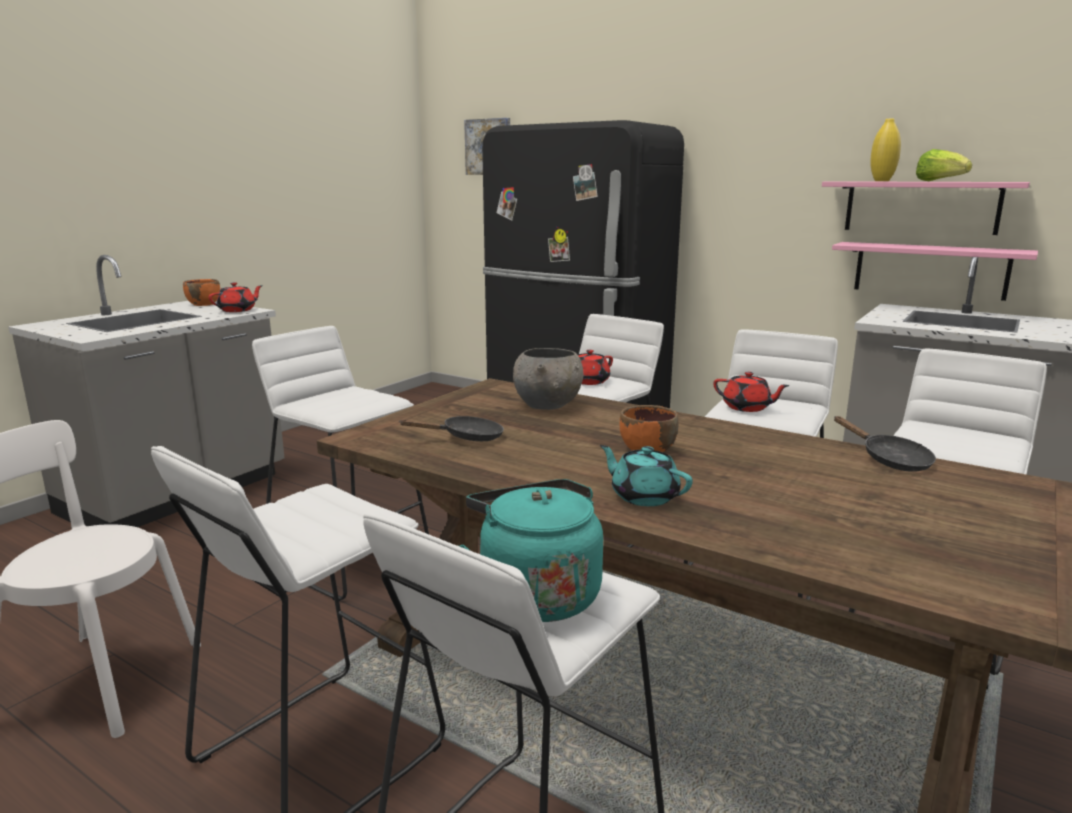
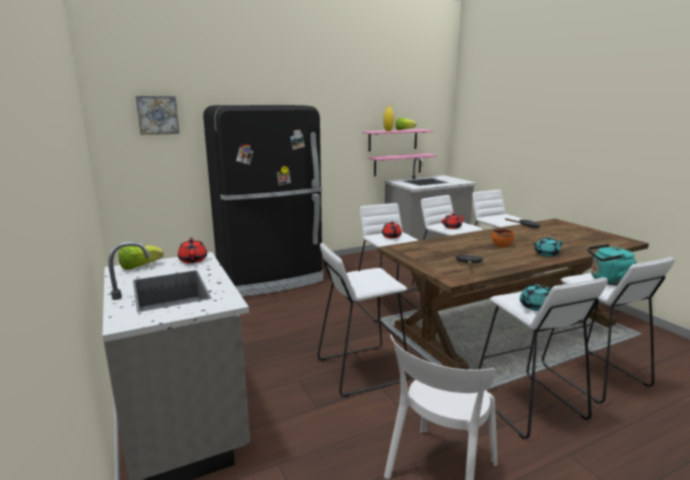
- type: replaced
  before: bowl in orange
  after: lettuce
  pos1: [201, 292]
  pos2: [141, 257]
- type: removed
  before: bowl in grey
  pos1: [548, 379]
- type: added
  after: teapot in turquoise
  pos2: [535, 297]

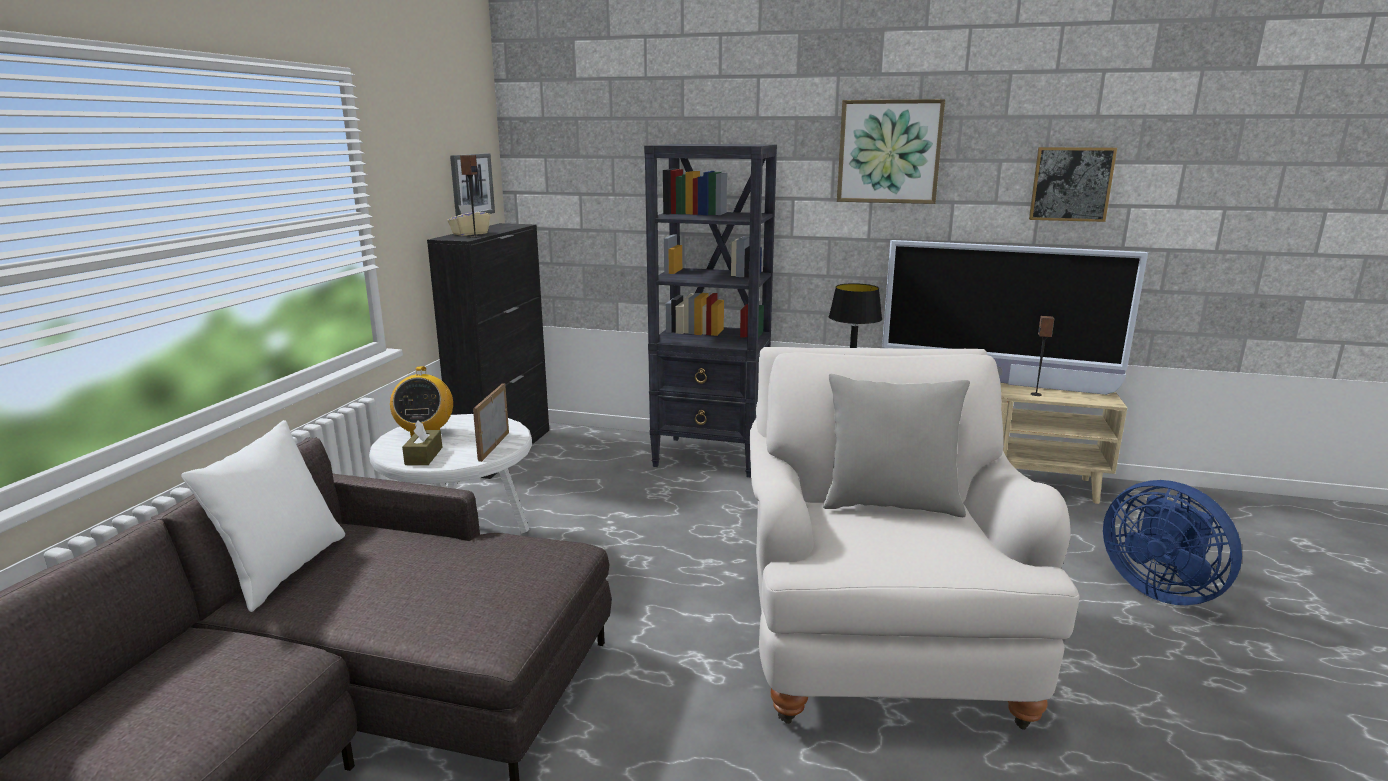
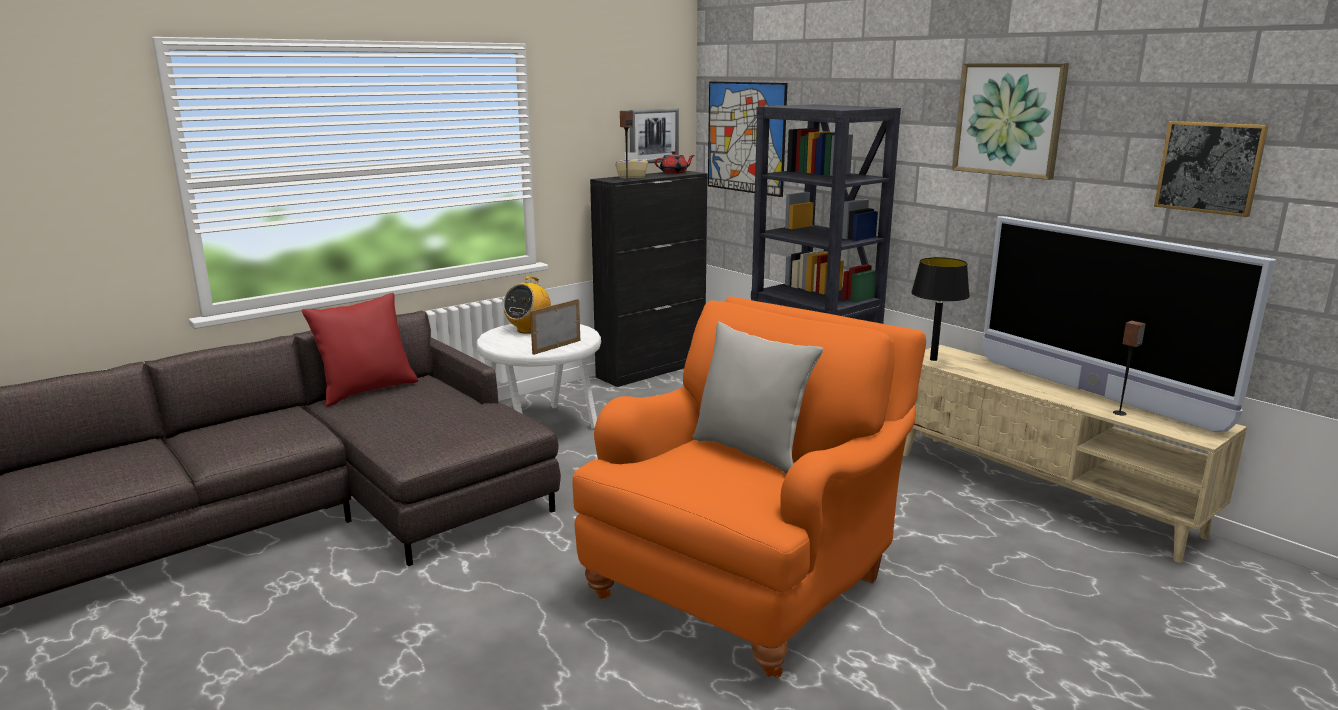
- type: recoloured
  before: pillow in white
  after: pillow in red
  pos1: [263, 516]
  pos2: [360, 350]
- type: removed
  before: tissue box in brown
  pos1: [422, 442]
- type: recoloured
  before: armchair in white
  after: armchair in orange
  pos1: [915, 538]
  pos2: [749, 487]
- type: removed
  before: fan in blue
  pos1: [1172, 542]
- type: added
  after: teapot in red
  pos2: [674, 162]
- type: added
  after: picture
  pos2: [748, 139]

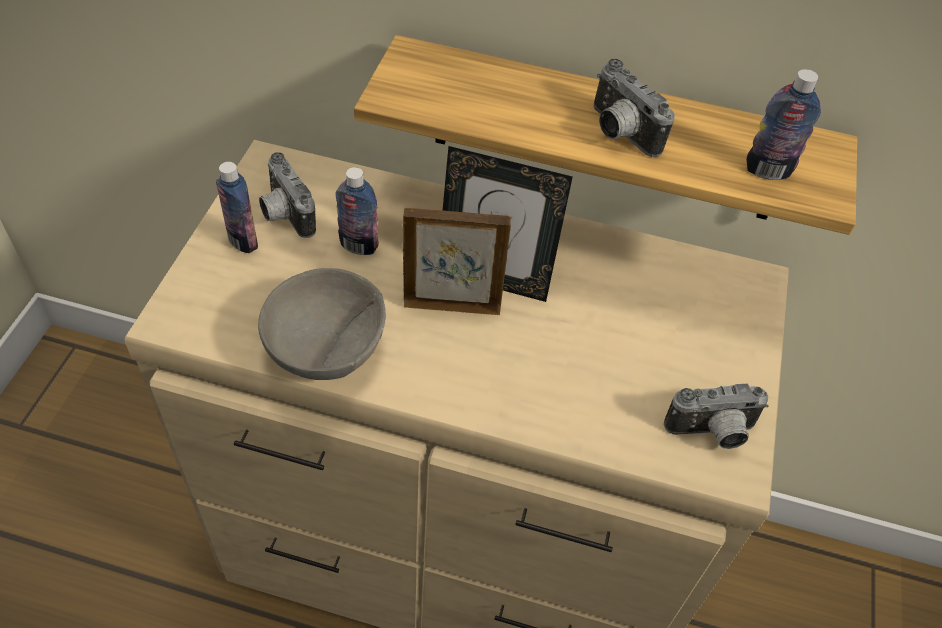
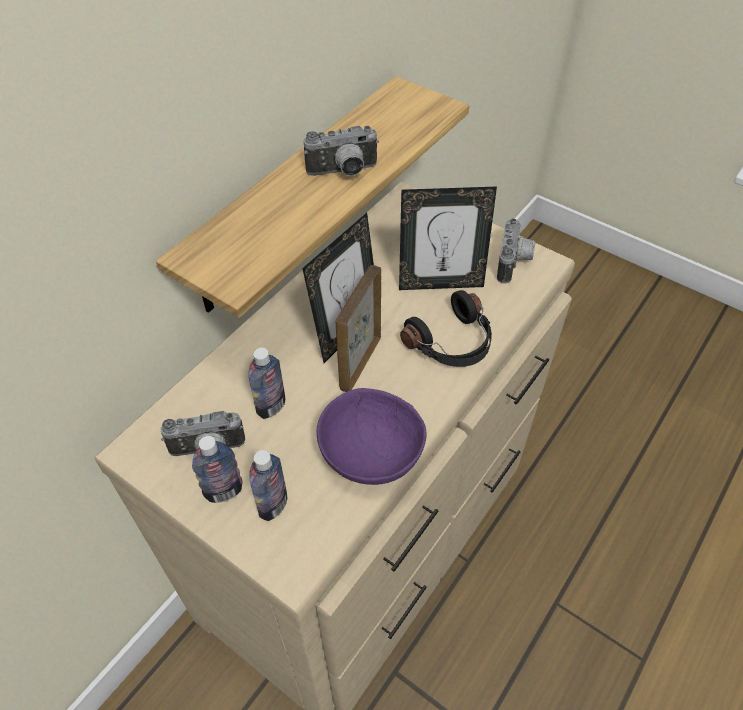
- type: recoloured
  before: bowl in grey
  after: bowl in purple
  pos1: [322, 324]
  pos2: [371, 436]
- type: moved
  before: bottle
  pos1: [783, 124]
  pos2: [268, 485]
- type: added
  after: picture frame
  pos2: [448, 238]
- type: added
  after: headphones in black
  pos2: [446, 328]

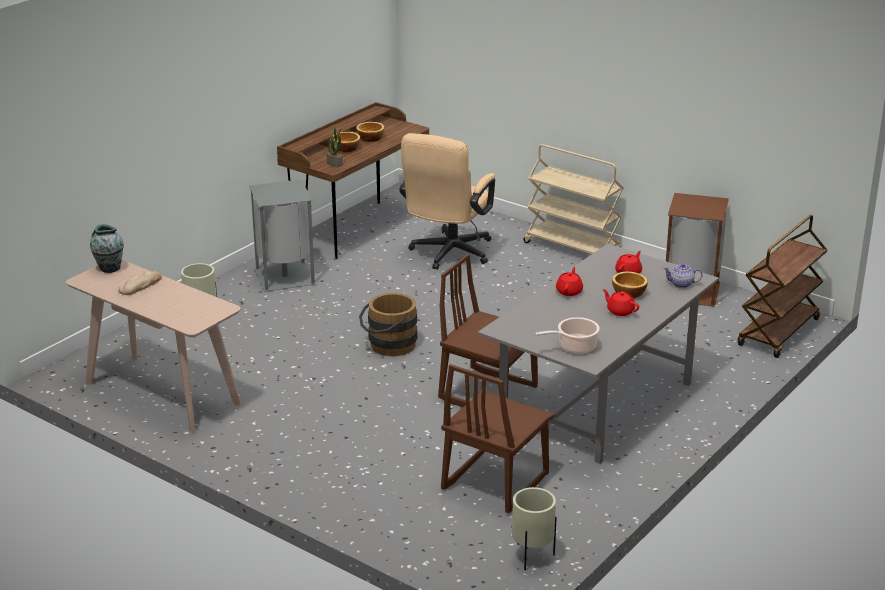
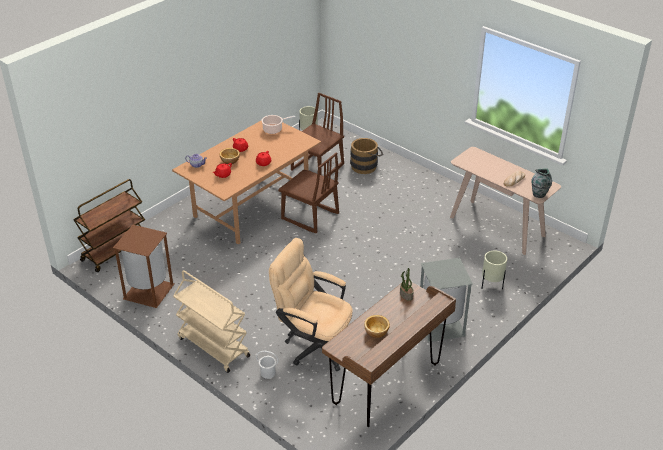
- type: removed
  before: bowl
  pos1: [346, 142]
- type: moved
  before: bucket in brown
  pos1: [388, 324]
  pos2: [366, 156]
- type: turned
  before: office chair in beige
  pos1: [447, 201]
  pos2: [311, 304]
  turn: -90
- type: recoloured
  before: dining table in grey
  after: dining table in brown
  pos1: [598, 354]
  pos2: [246, 182]
- type: added
  after: bucket in white
  pos2: [267, 365]

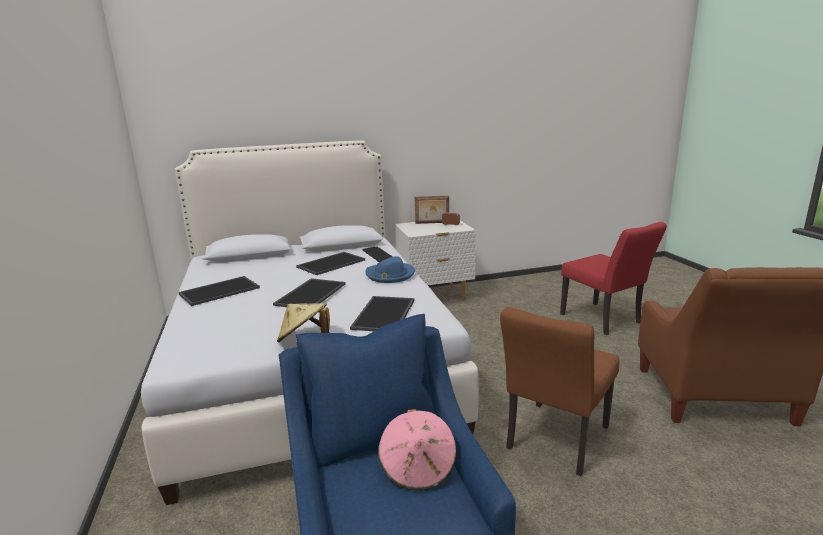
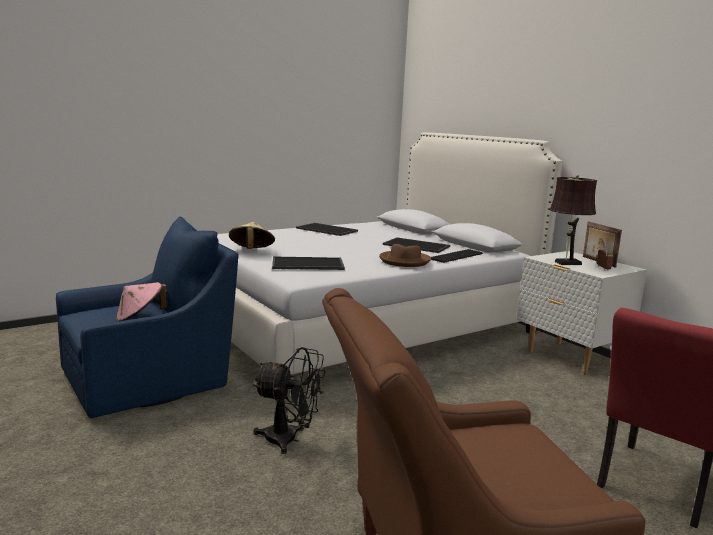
- type: removed
  before: tray
  pos1: [309, 292]
- type: recoloured
  before: hat in blue
  after: hat in brown
  pos1: [390, 269]
  pos2: [405, 255]
- type: replaced
  before: chair in brown
  after: fan in black
  pos1: [559, 391]
  pos2: [289, 400]
- type: added
  after: table lamp in brown
  pos2: [573, 219]

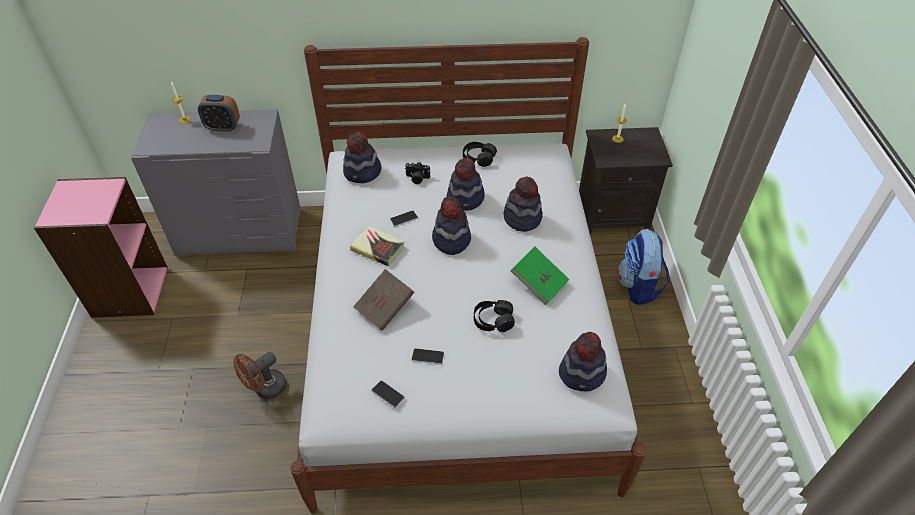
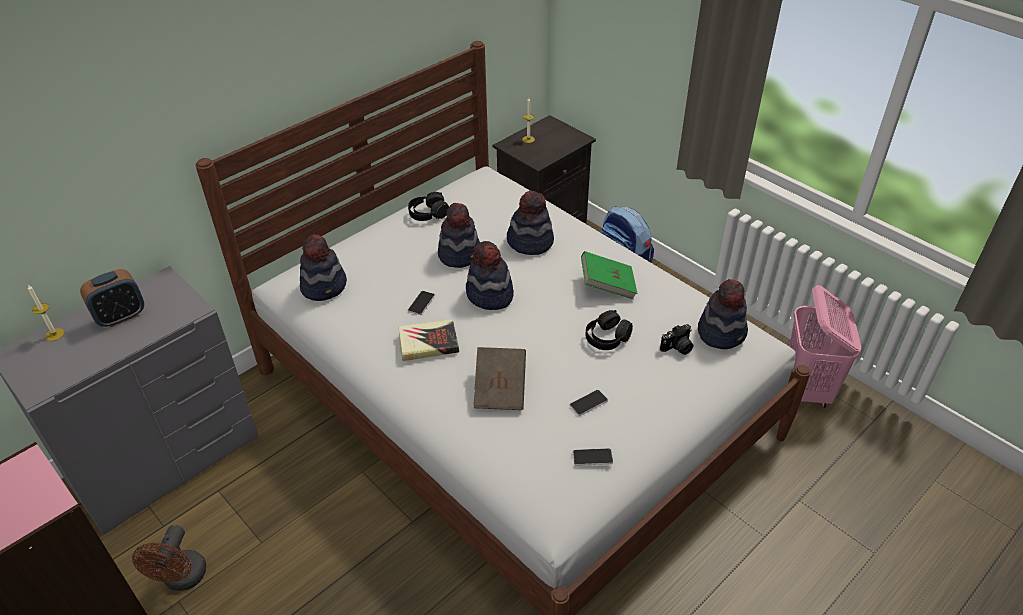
- type: moved
  before: fan in brown
  pos1: [259, 375]
  pos2: [169, 558]
- type: moved
  before: photo camera
  pos1: [417, 173]
  pos2: [676, 339]
- type: added
  after: laundry basket in pink
  pos2: [825, 346]

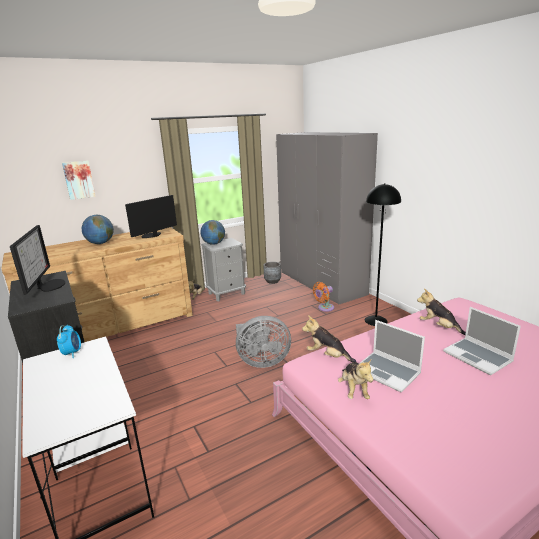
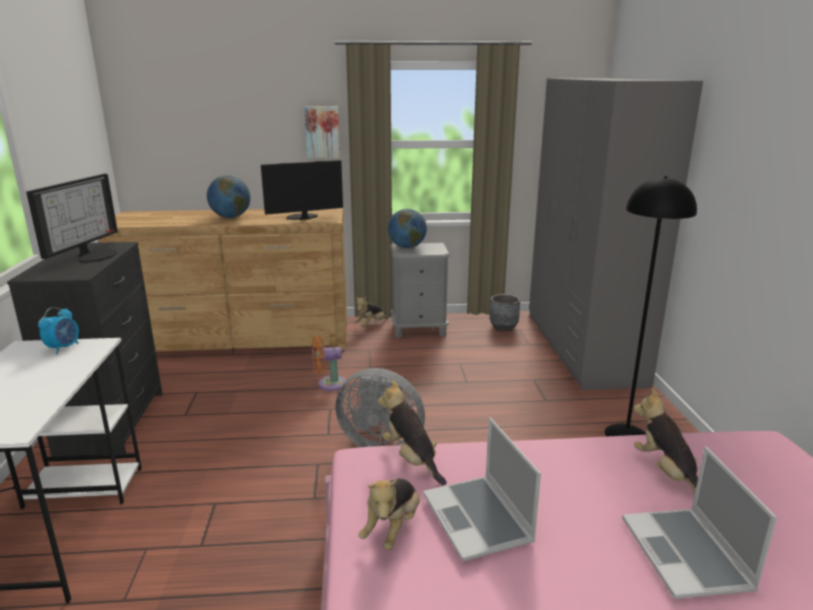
- type: moved
  before: picture
  pos1: [79, 180]
  pos2: [322, 132]
- type: moved
  before: fan in orange
  pos1: [323, 297]
  pos2: [328, 363]

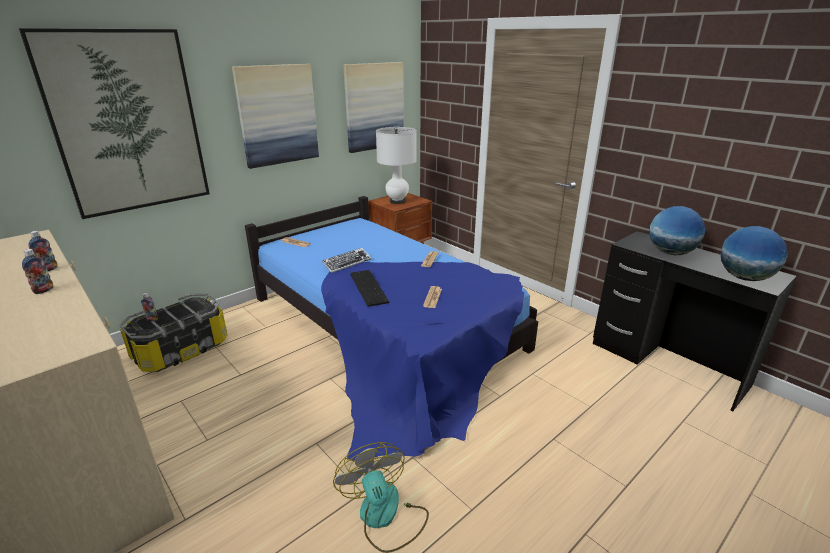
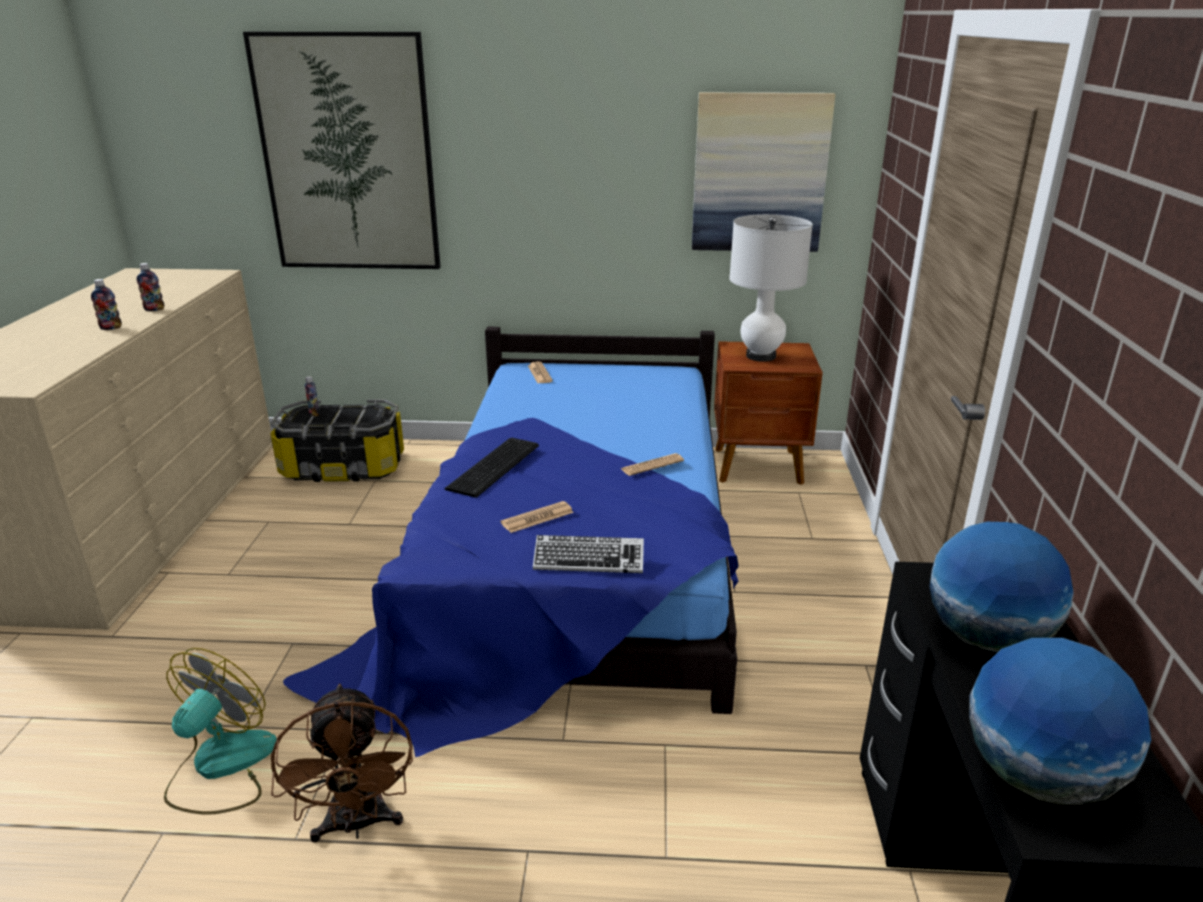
- type: removed
  before: picture
  pos1: [275, 116]
- type: moved
  before: keyboard
  pos1: [346, 260]
  pos2: [588, 554]
- type: added
  after: fan in brown
  pos2: [342, 763]

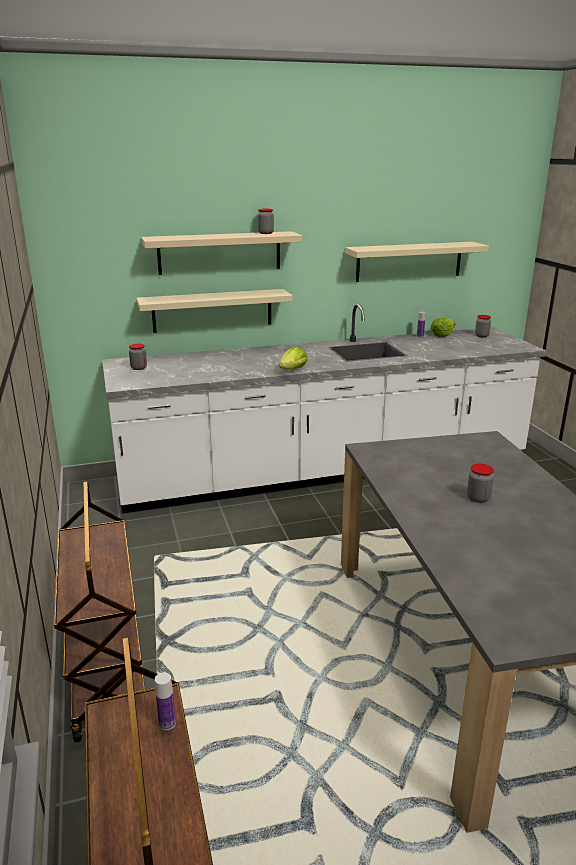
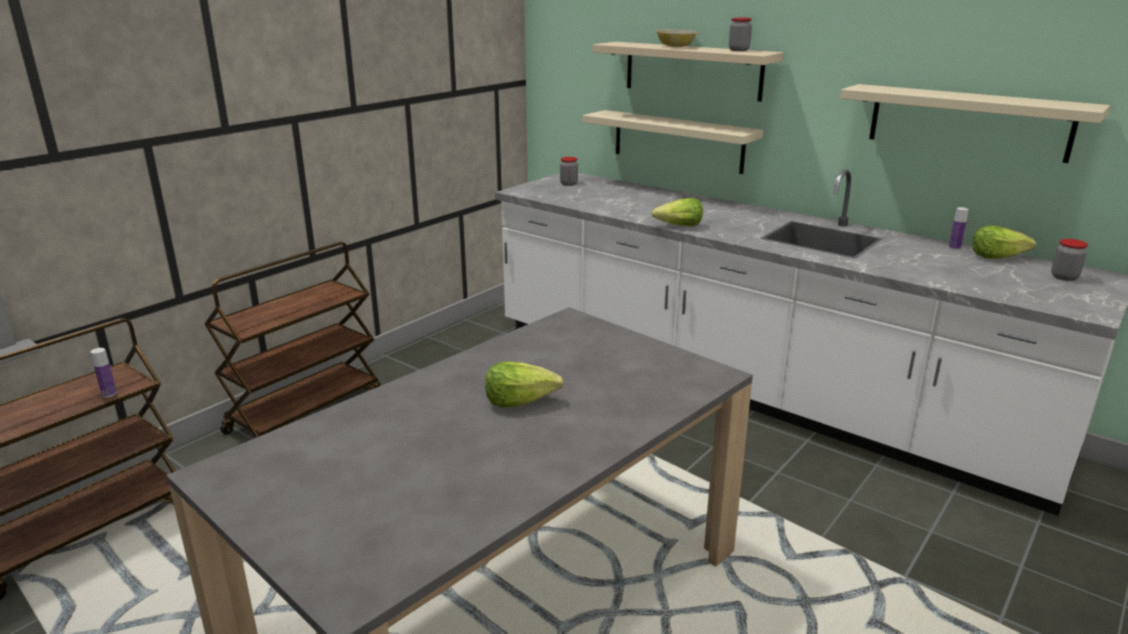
- type: replaced
  before: jar
  after: lettuce
  pos1: [480, 483]
  pos2: [524, 384]
- type: added
  after: bowl
  pos2: [676, 38]

